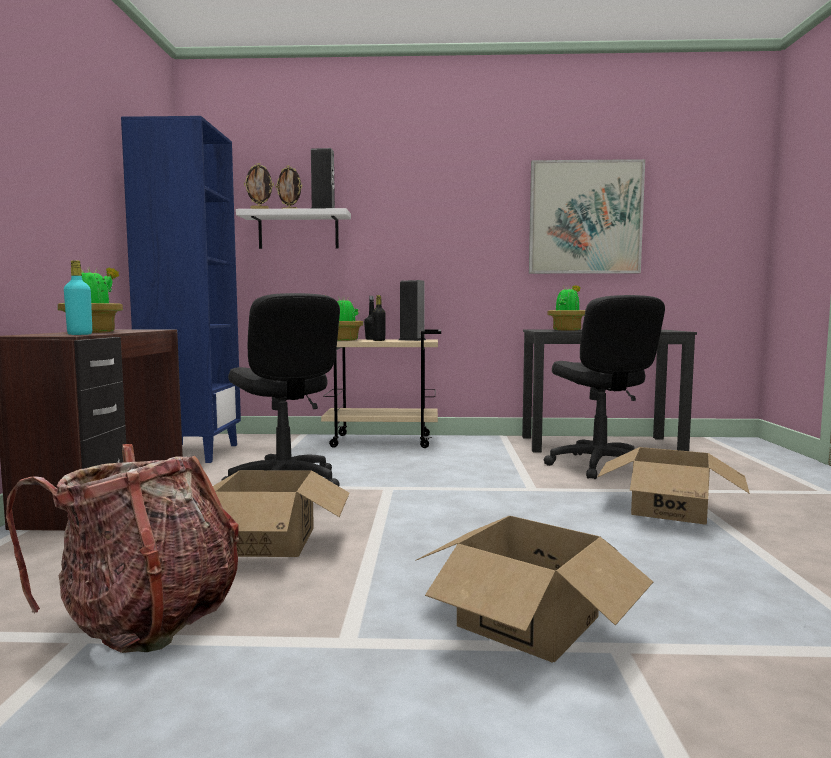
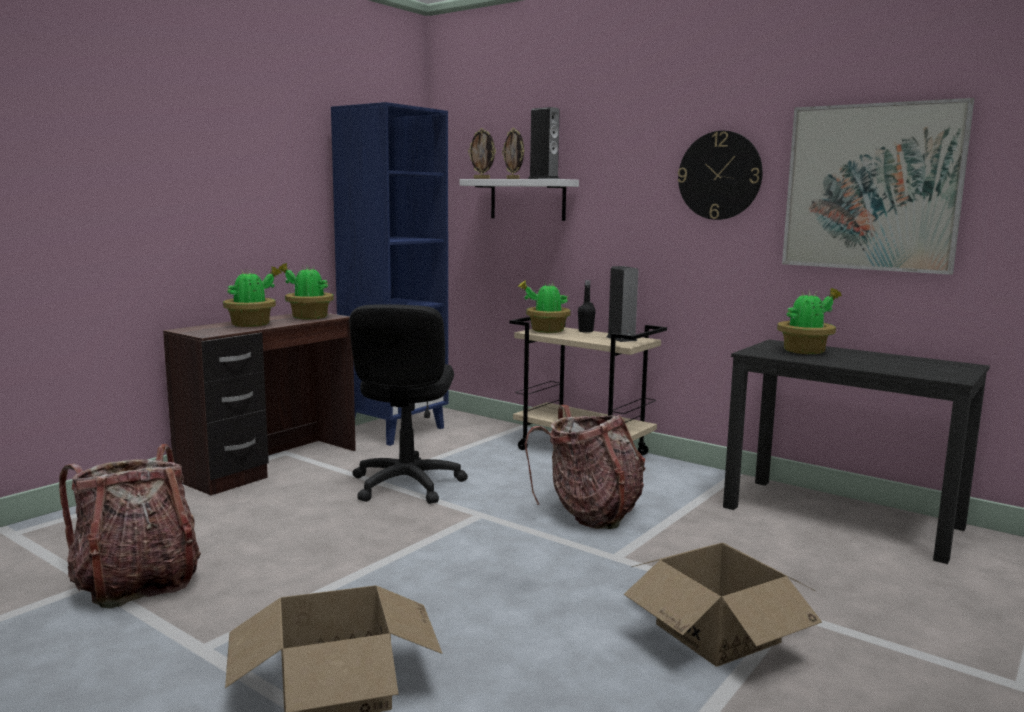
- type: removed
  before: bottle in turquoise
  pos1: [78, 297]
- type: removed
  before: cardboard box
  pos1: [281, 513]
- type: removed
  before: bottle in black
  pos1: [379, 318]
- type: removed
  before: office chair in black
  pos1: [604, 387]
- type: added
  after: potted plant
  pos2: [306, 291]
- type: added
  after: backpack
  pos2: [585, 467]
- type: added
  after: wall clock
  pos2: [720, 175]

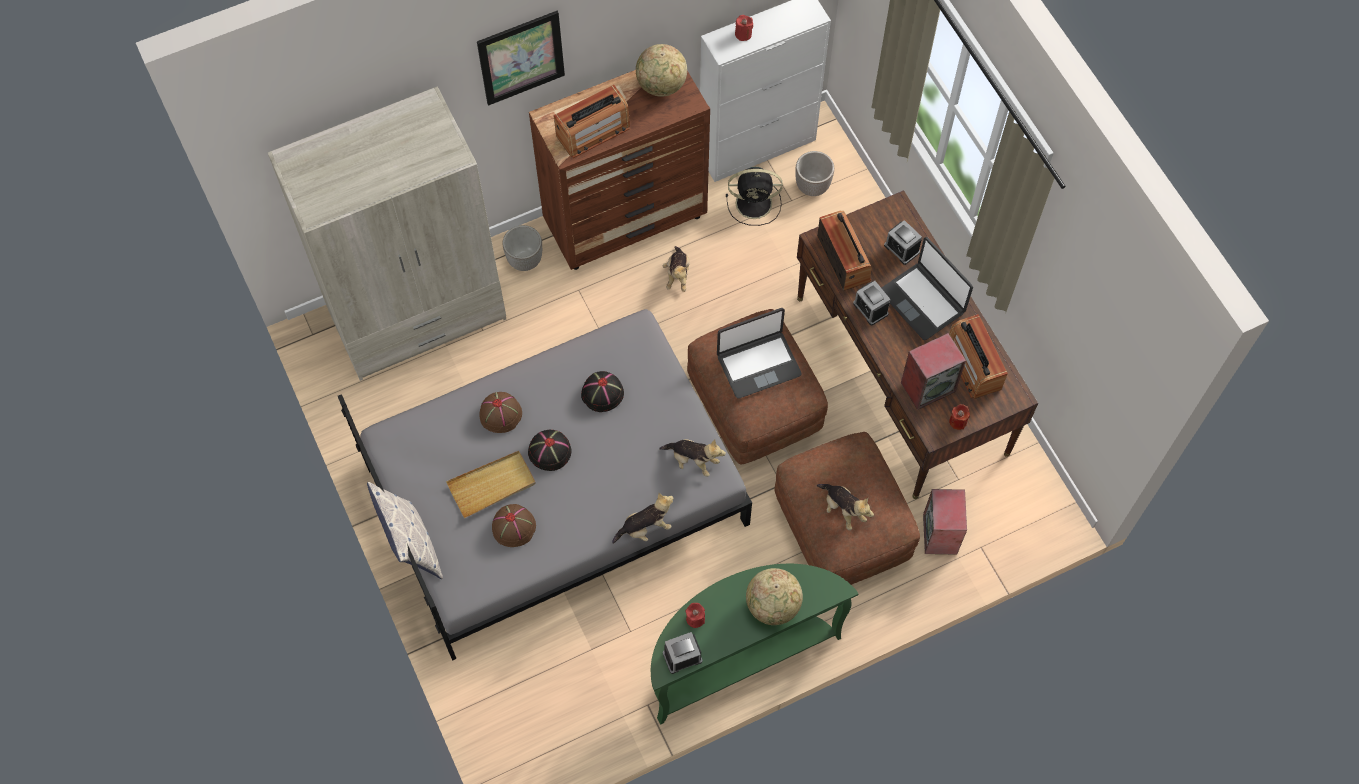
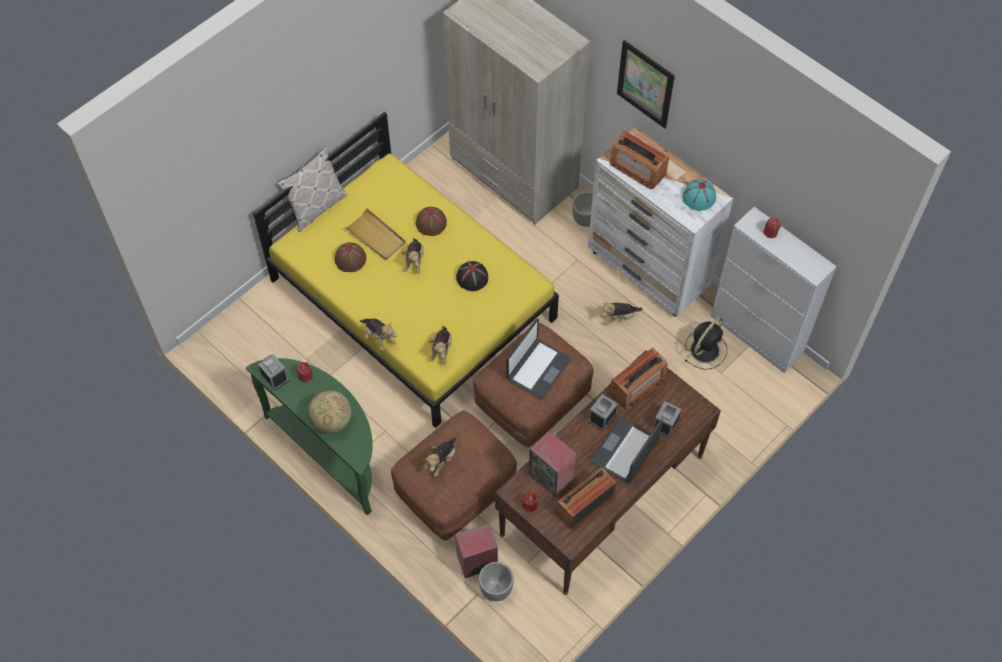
- type: recoloured
  before: bed in grey
  after: bed in yellow
  pos1: [545, 485]
  pos2: [406, 270]
- type: replaced
  before: hat in black
  after: plush toy
  pos1: [550, 450]
  pos2: [413, 256]
- type: recoloured
  before: dresser in brown
  after: dresser in white
  pos1: [619, 170]
  pos2: [660, 221]
- type: replaced
  before: globe
  after: hat in turquoise
  pos1: [661, 70]
  pos2: [699, 195]
- type: turned
  before: laptop
  pos1: [759, 353]
  pos2: [538, 359]
  turn: -105
- type: turned
  before: fan in black
  pos1: [754, 196]
  pos2: [705, 343]
  turn: -120
- type: moved
  before: planter
  pos1: [814, 173]
  pos2: [496, 581]

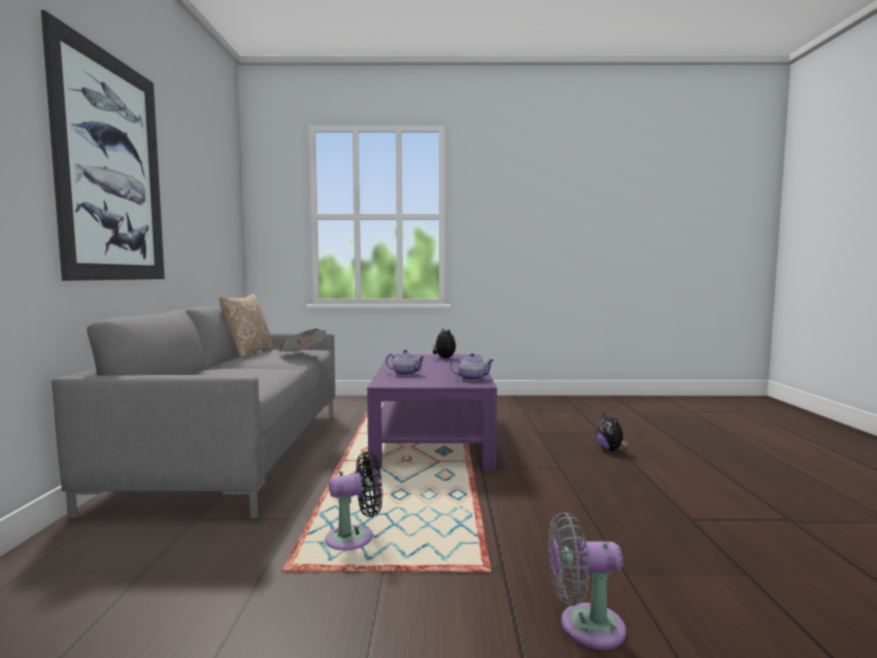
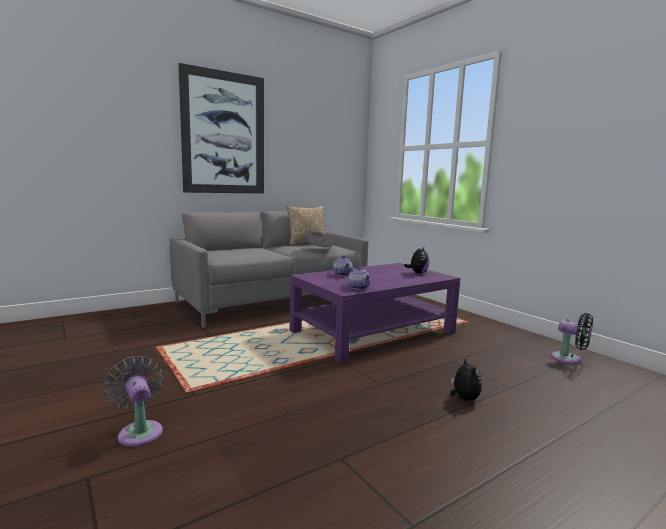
- type: moved
  before: fan in black
  pos1: [353, 500]
  pos2: [572, 338]
- type: turned
  before: plush toy
  pos1: [612, 432]
  pos2: [466, 379]
  turn: 135

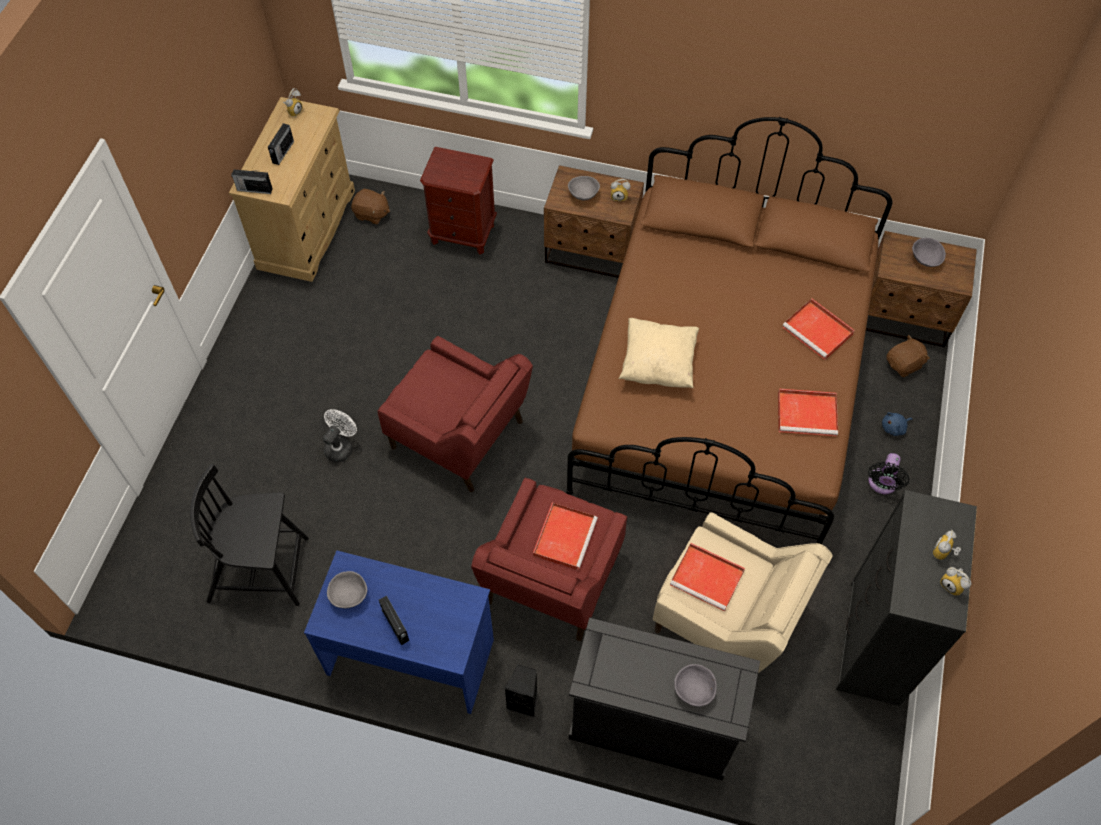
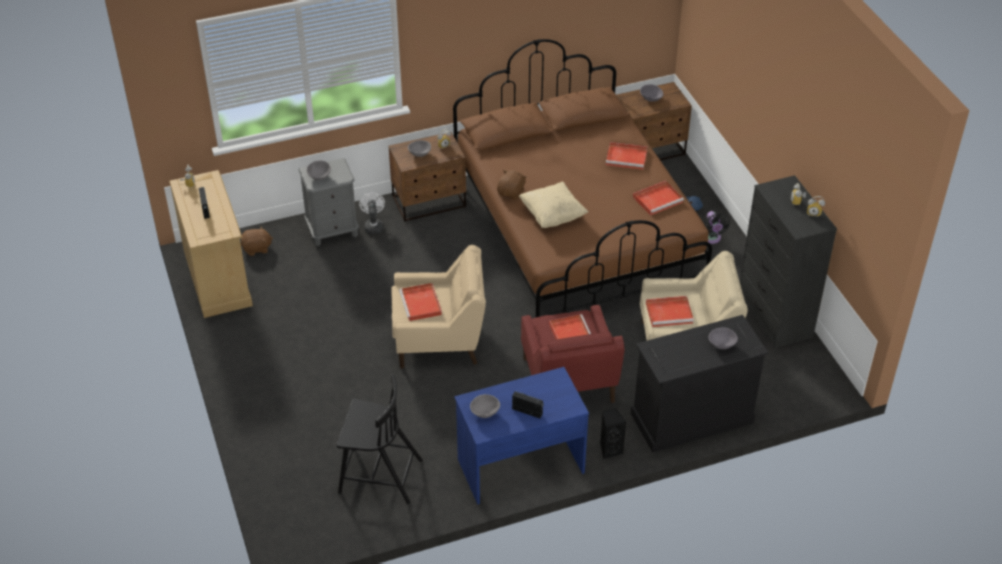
- type: turned
  before: chair in black
  pos1: [249, 535]
  pos2: [379, 439]
  turn: -135
- type: removed
  before: radio
  pos1: [252, 181]
- type: moved
  before: fan in white
  pos1: [339, 436]
  pos2: [372, 213]
- type: recoloured
  before: armchair in red
  after: armchair in beige
  pos1: [455, 414]
  pos2: [439, 307]
- type: recoloured
  before: nightstand in brown
  after: nightstand in grey
  pos1: [458, 201]
  pos2: [328, 202]
- type: moved
  before: plush toy in brown
  pos1: [908, 356]
  pos2: [512, 185]
- type: added
  after: bowl in grey
  pos2: [319, 170]
- type: added
  after: tray in red
  pos2: [420, 302]

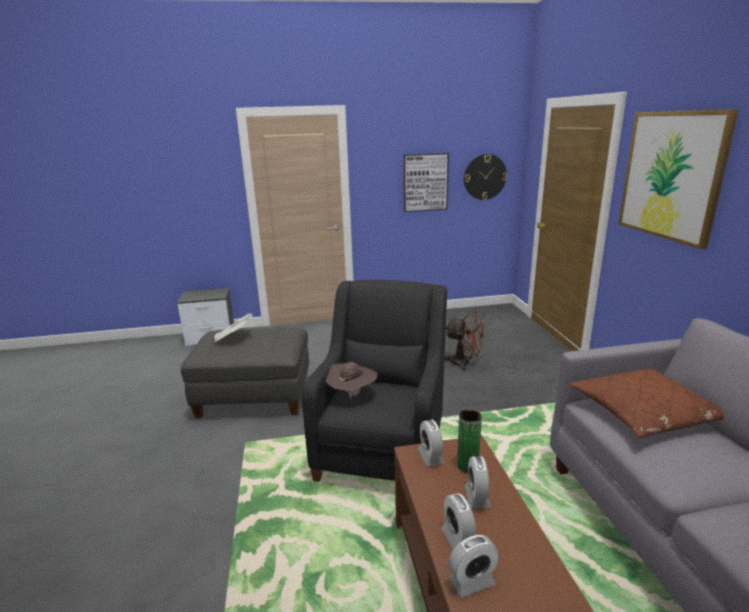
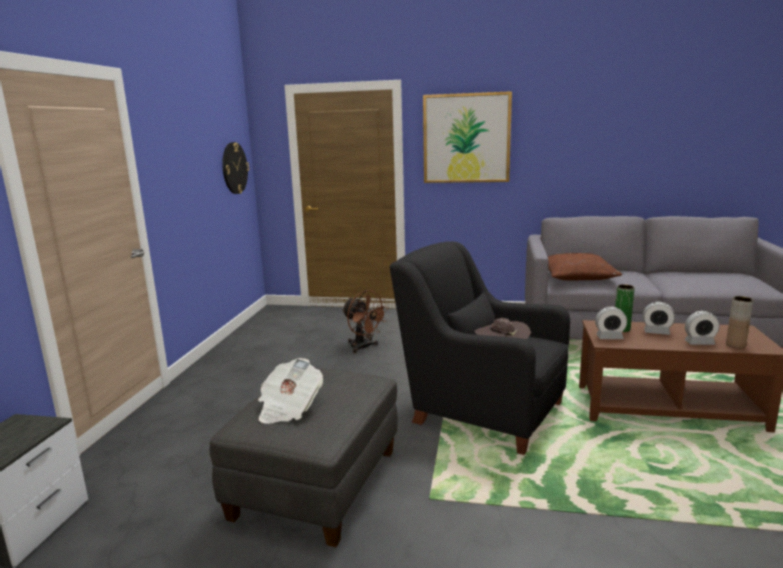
- type: removed
  before: picture
  pos1: [426, 182]
- type: turned
  before: fan in brown
  pos1: [465, 340]
  pos2: [365, 321]
  turn: 90
- type: replaced
  before: alarm clock
  after: vase in brown
  pos1: [473, 566]
  pos2: [740, 322]

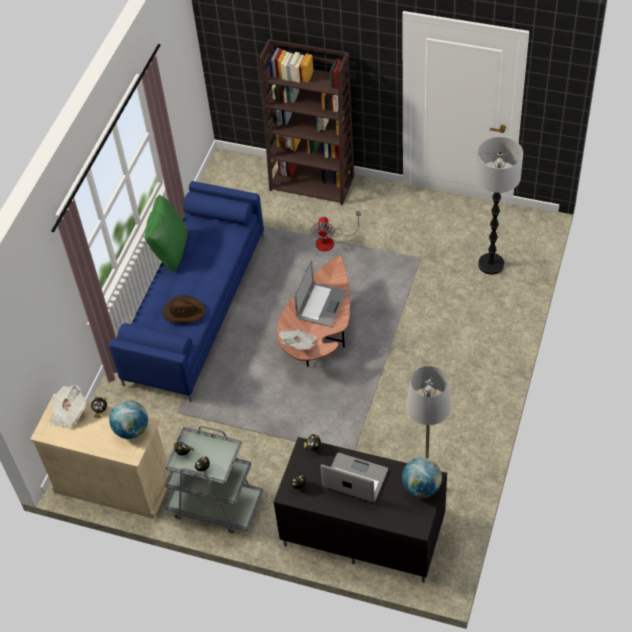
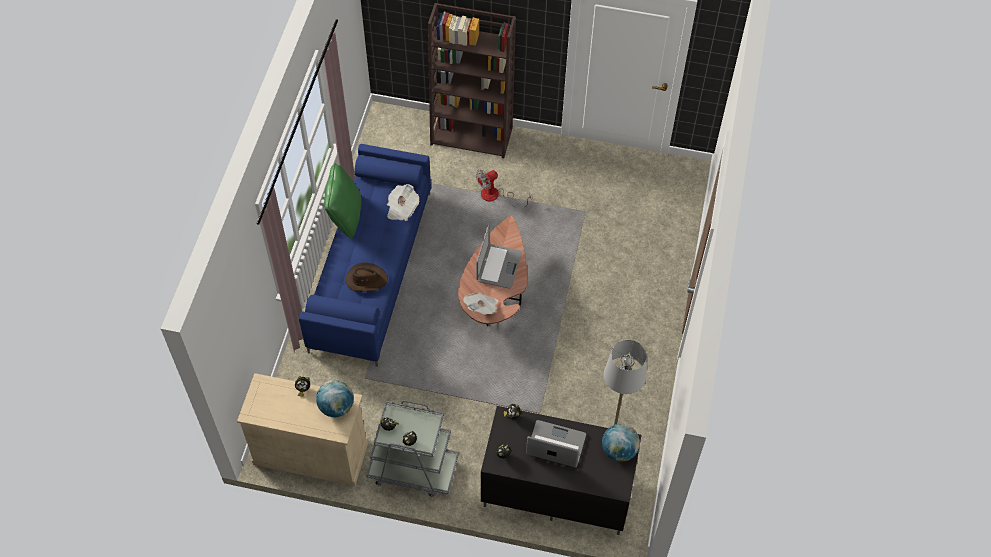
- type: moved
  before: newspaper
  pos1: [68, 406]
  pos2: [403, 202]
- type: turned
  before: fan
  pos1: [336, 231]
  pos2: [504, 188]
  turn: 60
- type: removed
  before: floor lamp
  pos1: [499, 206]

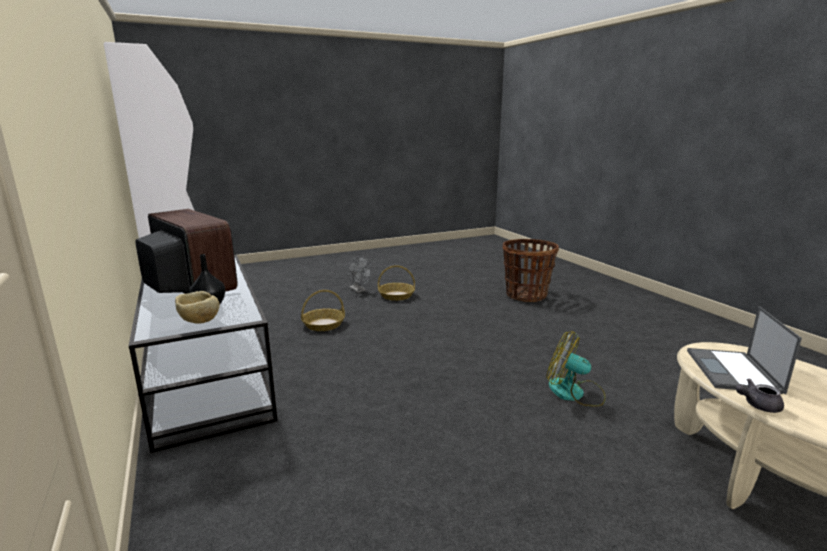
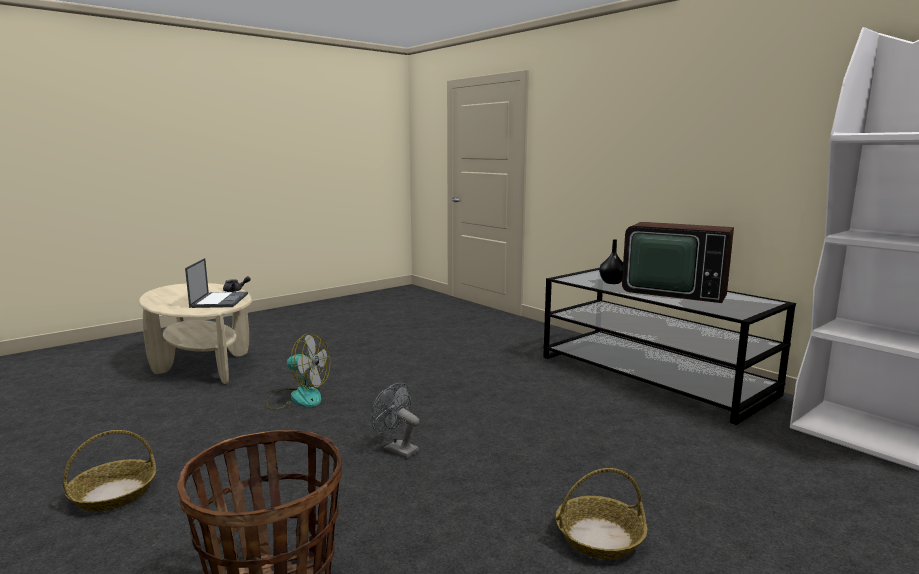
- type: removed
  before: bowl in beige
  pos1: [197, 307]
- type: moved
  before: basket
  pos1: [323, 310]
  pos2: [109, 471]
- type: moved
  before: fan in grey
  pos1: [359, 274]
  pos2: [395, 420]

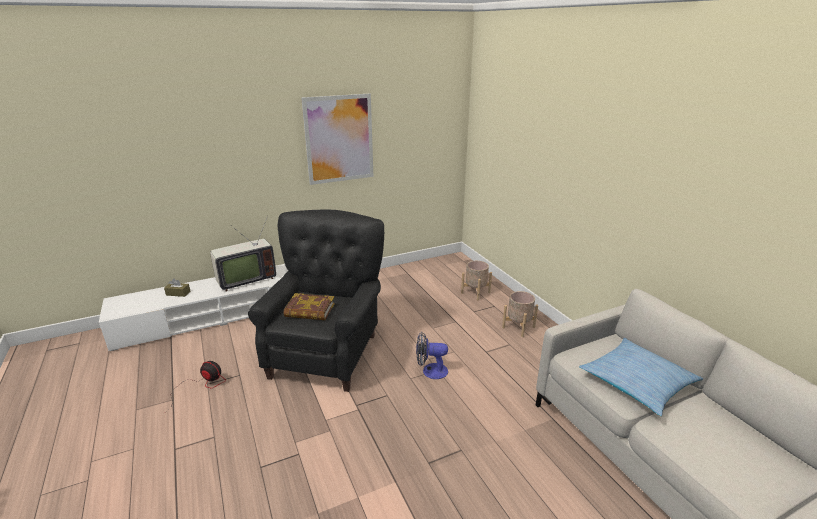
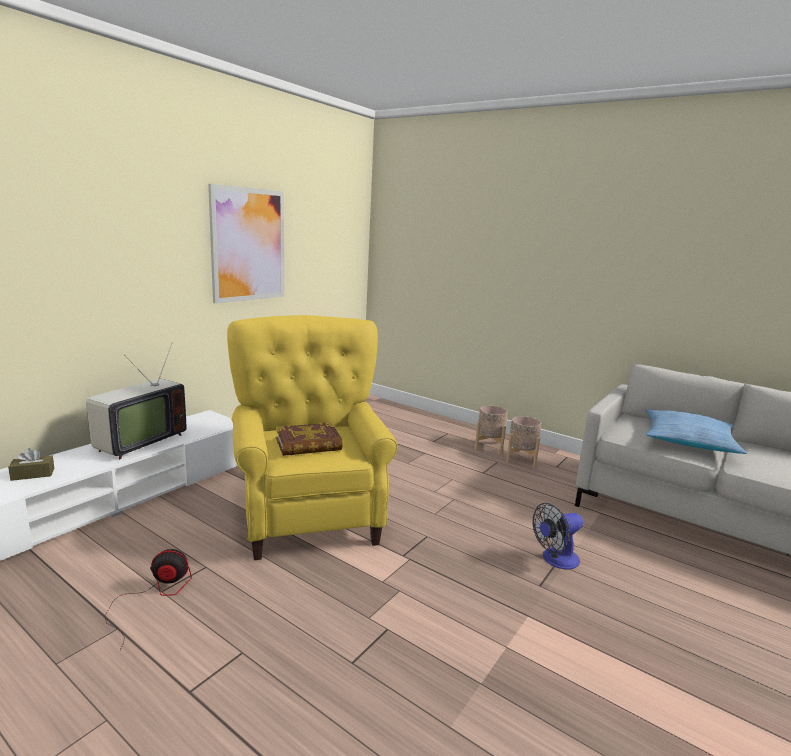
- type: recoloured
  before: armchair in black
  after: armchair in yellow
  pos1: [316, 301]
  pos2: [312, 437]
- type: moved
  before: fan
  pos1: [432, 355]
  pos2: [558, 536]
- type: moved
  before: planter in beige
  pos1: [476, 281]
  pos2: [523, 441]

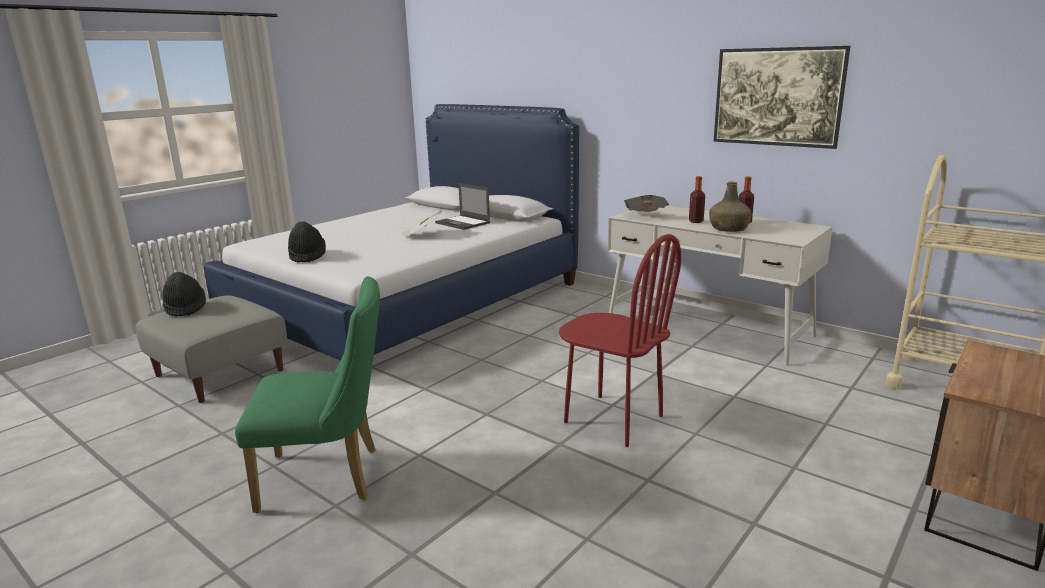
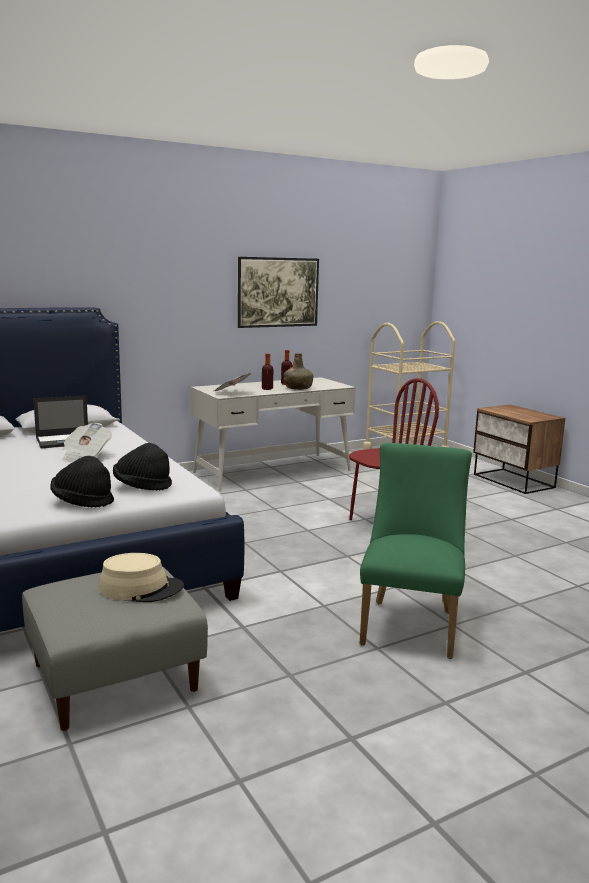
- type: moved
  before: hat in black
  pos1: [184, 294]
  pos2: [142, 466]
- type: added
  after: hat in beige
  pos2: [141, 577]

